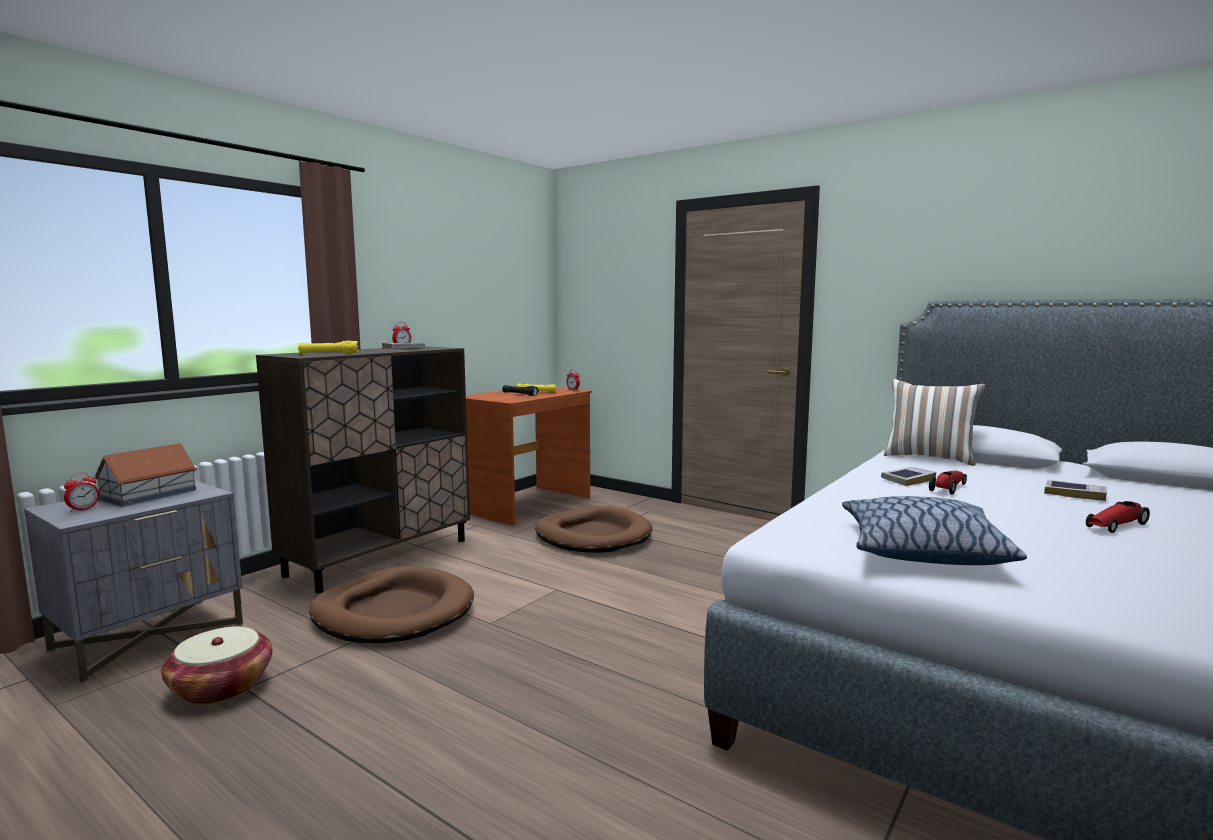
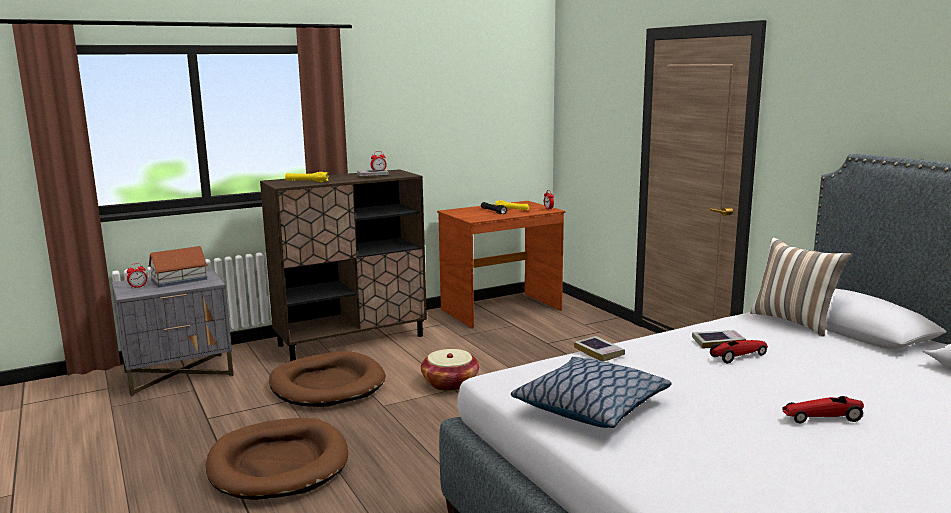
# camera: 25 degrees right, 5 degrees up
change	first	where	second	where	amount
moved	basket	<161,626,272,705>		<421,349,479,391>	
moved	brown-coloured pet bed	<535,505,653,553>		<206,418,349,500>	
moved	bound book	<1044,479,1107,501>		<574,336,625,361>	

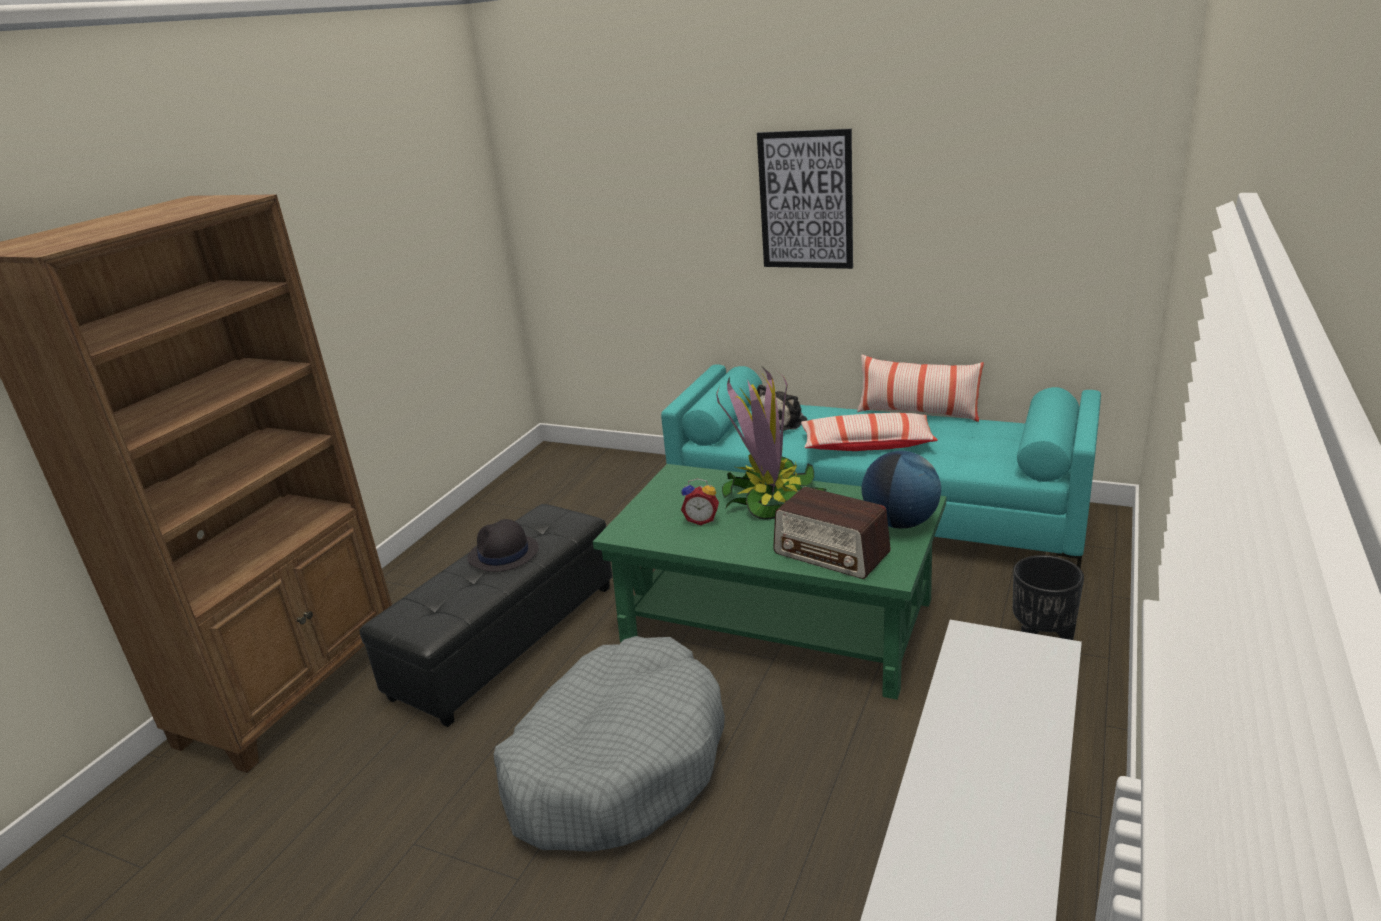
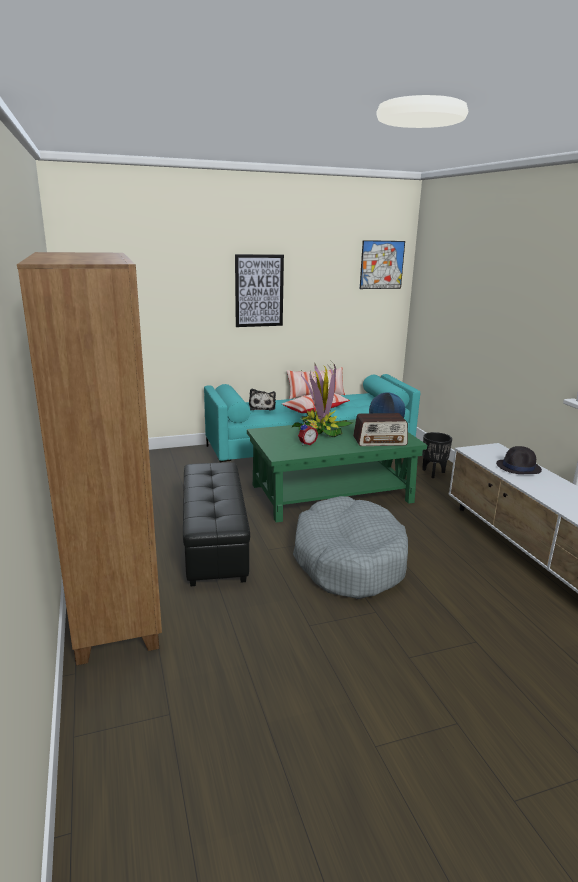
# camera: 45 degrees left, 5 degrees down
change	first	where	second	where	amount
moved	black-coloured wearable hat	<468,519,539,572>		<496,446,542,474>	
added			picture	<360,240,405,289>	

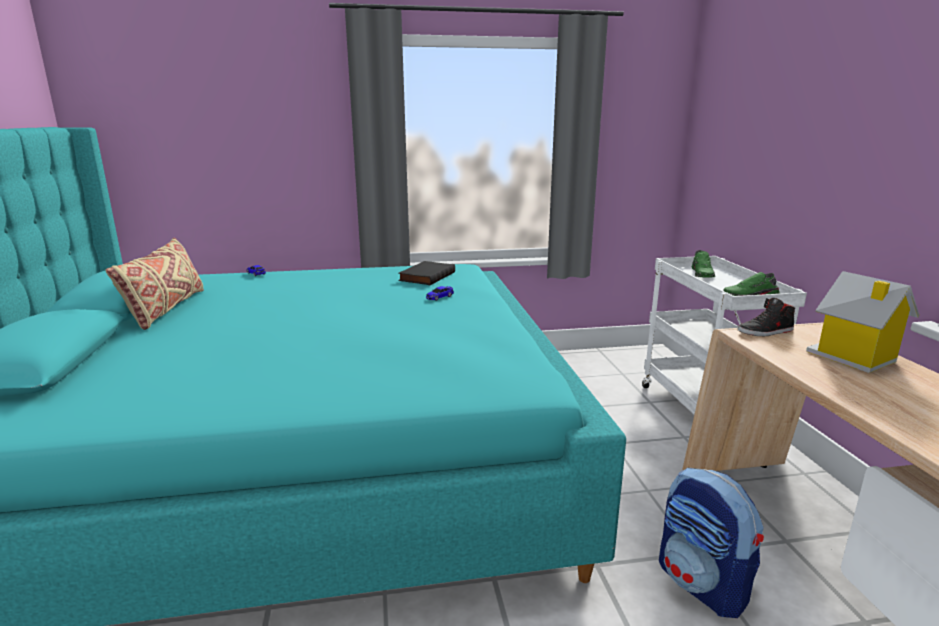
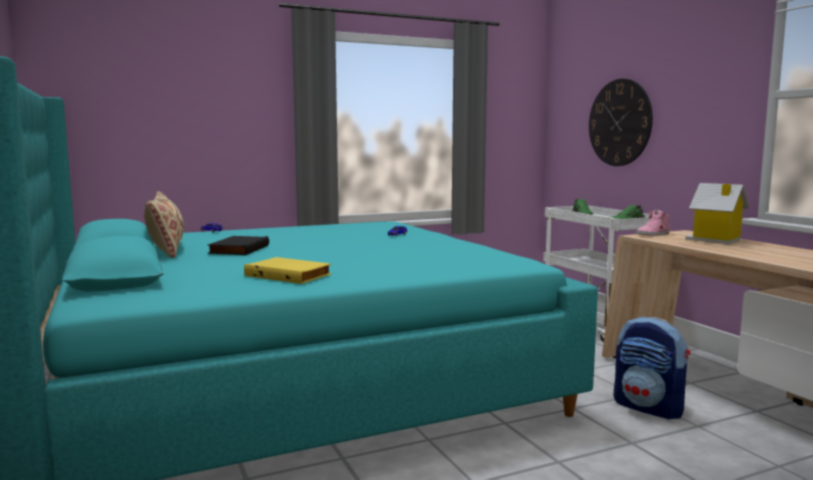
# camera: 15 degrees left, 10 degrees down
change	first	where	second	where	amount
moved	black-coloured bound book	<398,261,455,285>		<208,236,269,255>	
recoloured	black-coloured shoe	<738,298,795,336>	pinkish shoe	<636,210,670,236>	
added			yellowish bound book	<244,257,332,284>	
added			clock on the wall	<589,79,653,166>	

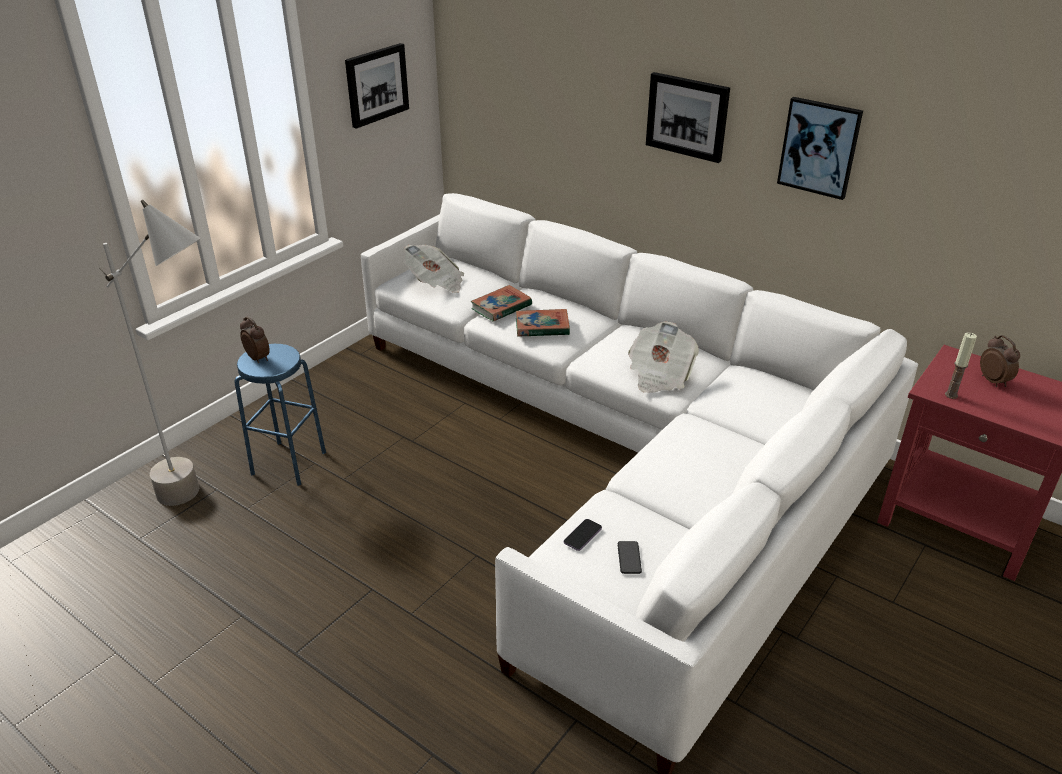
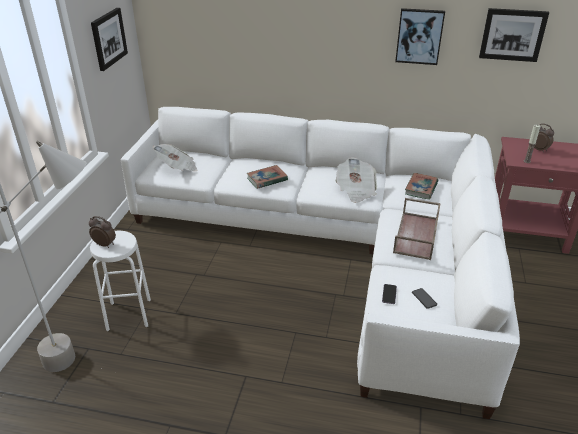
# camera: 25 degrees left, 0 degrees up
change	first	where	second	where	amount
recoloured	blue sitting stool	<234,344,326,486>	whitish sitting stool	<90,231,151,331>	
moved	bound book	<471,285,532,322>		<405,173,438,200>	
moved	picture	<646,72,730,163>		<479,8,549,62>	
added			brown-coloured tray	<393,198,441,260>	

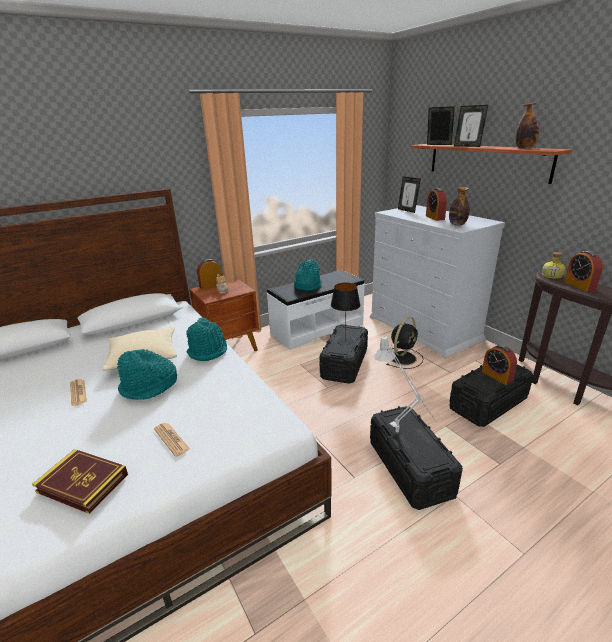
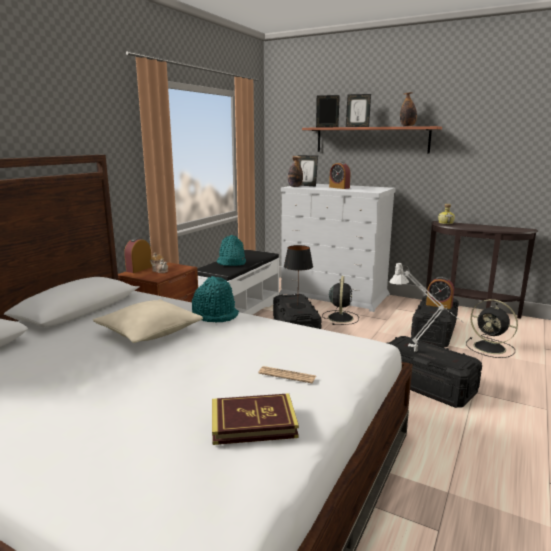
# camera: 30 degrees left, 10 degrees down
change	first	where	second	where	amount
removed	newspaper	<70,379,87,406>			
removed	turquoise wearable hat	<117,349,177,400>			
moved	beverage bottle	<449,187,469,226>		<288,156,303,187>	
removed	alarm clock	<564,251,603,292>			
added			black-coloured fan	<466,299,518,358>	

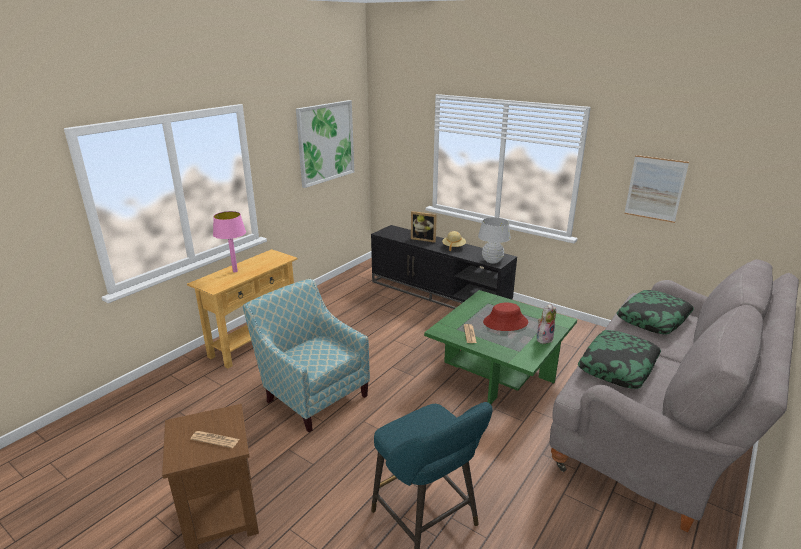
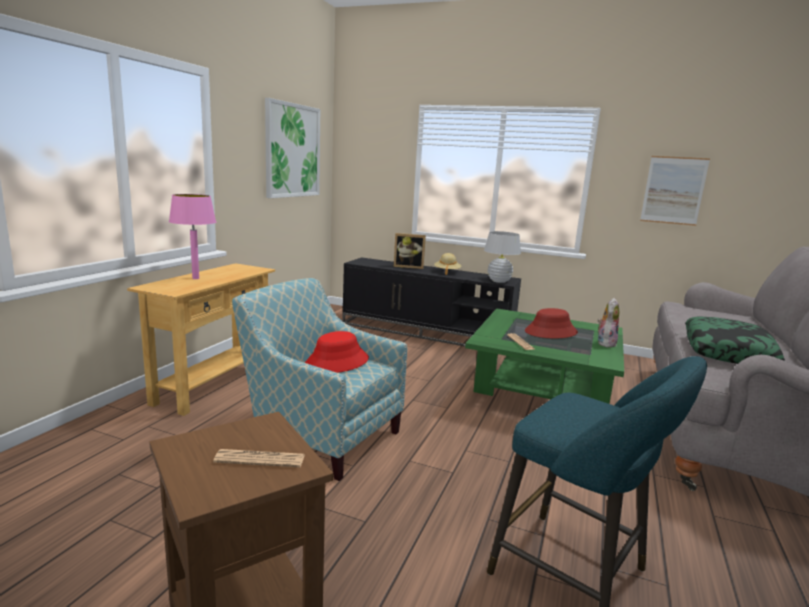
# camera: 15 degrees left, 10 degrees down
change	first	where	second	where	amount
removed	pillow	<617,290,694,335>			
added			red wearable hat	<305,331,369,373>	

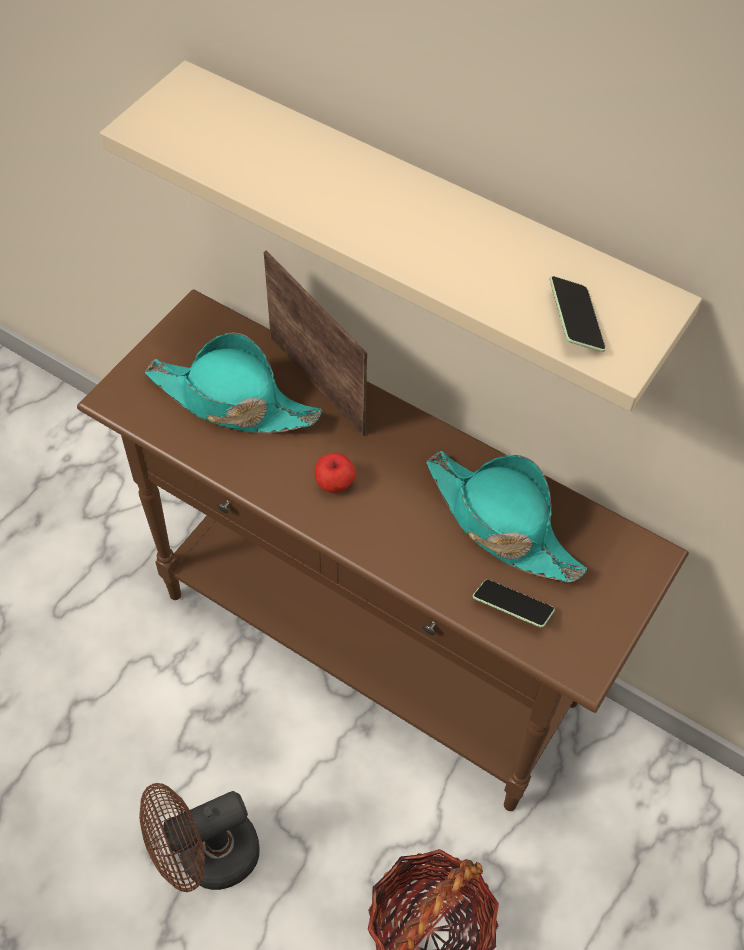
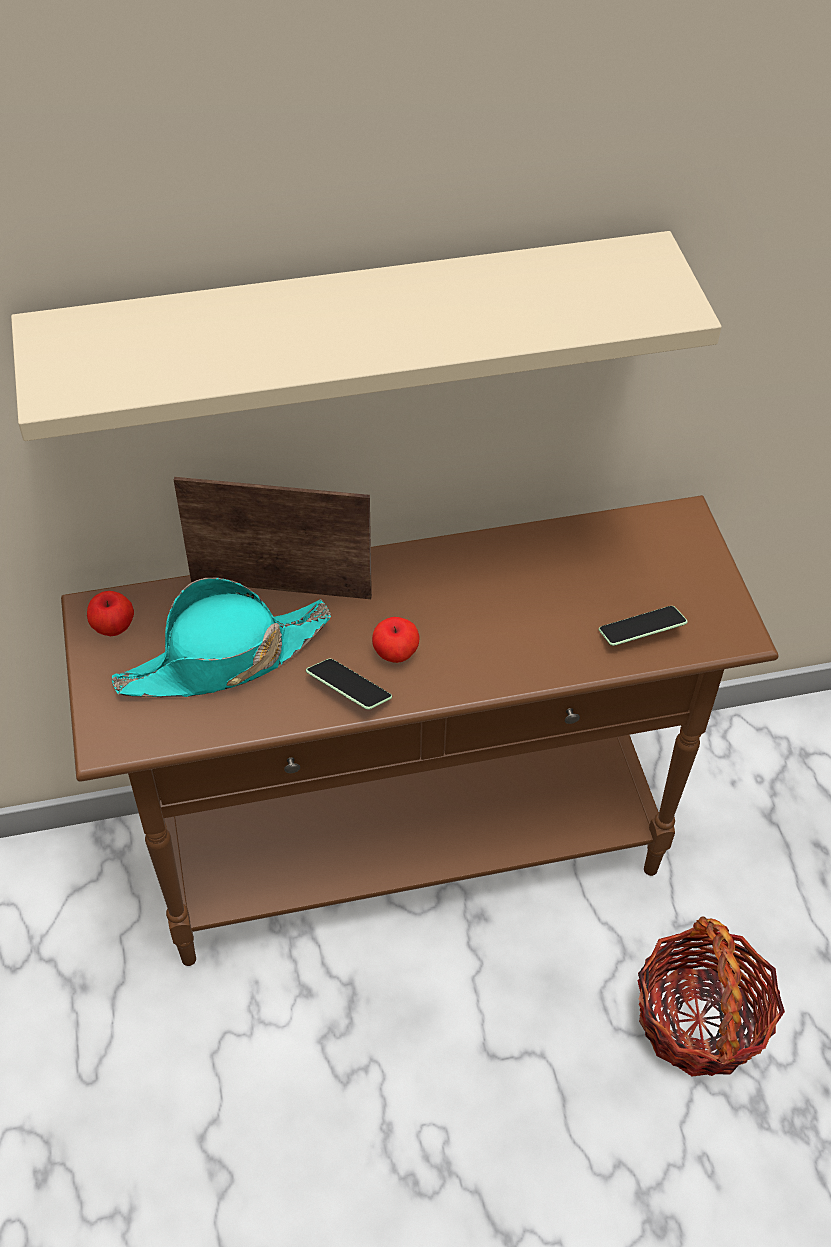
# camera: 45 degrees left, 5 degrees down
change	first	where	second	where	amount
removed	brown-coloured fan	<139,783,259,892>			
removed	turquoise wearable hat	<426,451,587,582>			
moved	phone	<549,276,606,352>		<306,659,392,710>	
added			whole apple	<87,591,134,636>	

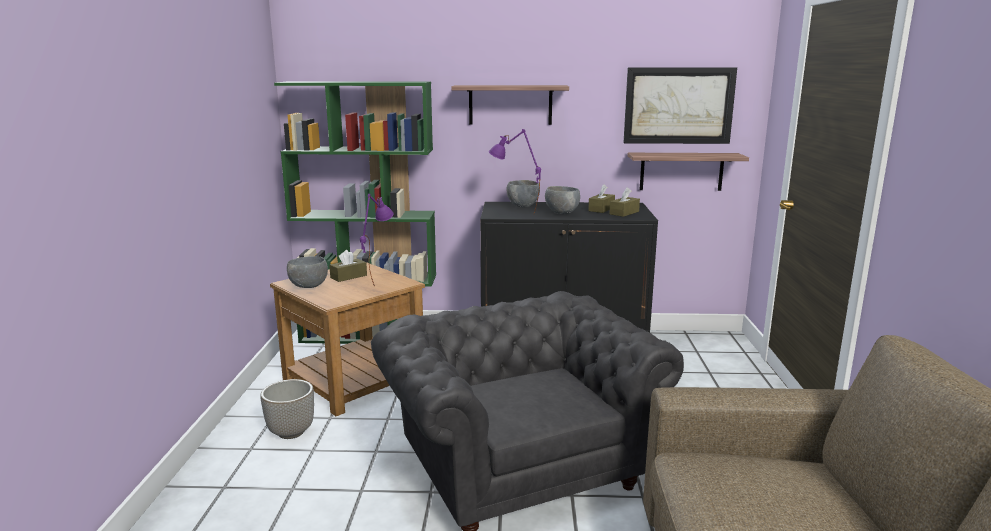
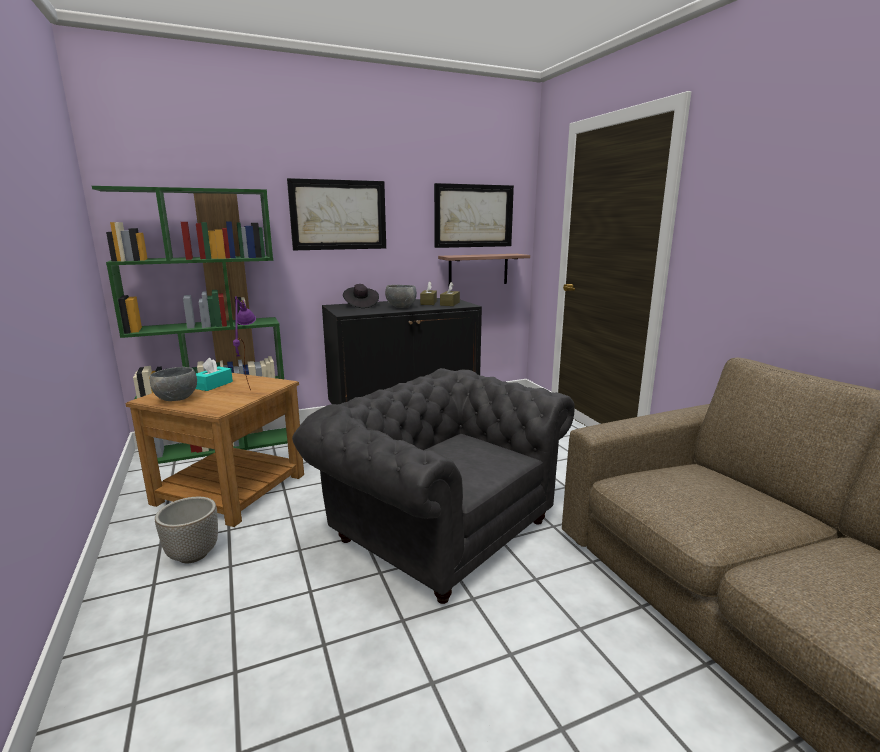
# camera: 25 degrees left, 0 degrees up
change	first	where	second	where	amount
recoloured	brown-coloured box of tissues	<329,250,367,282>	turquoise box of tissues	<196,358,233,391>	
replaced	shelf	<451,85,569,125>	picture	<287,178,386,250>	
removed	purplish tabletop lamp	<489,129,541,214>			
replaced	gray bowl	<506,180,540,207>	black-coloured wearable hat	<343,284,379,308>	

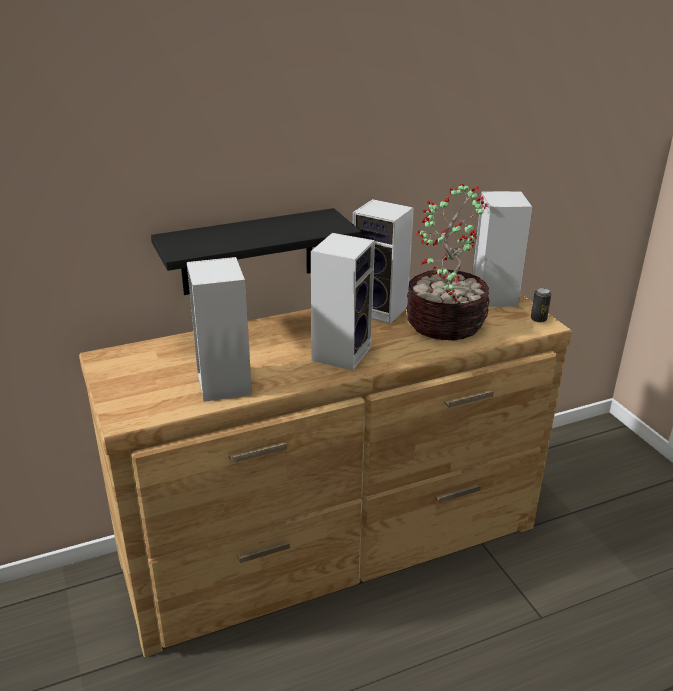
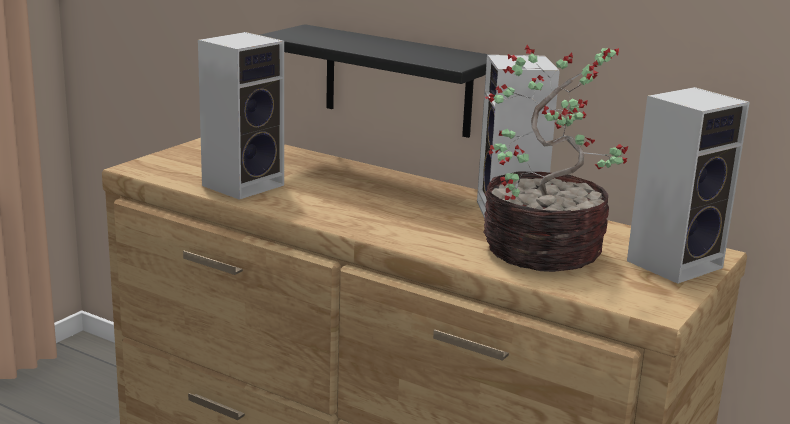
# camera: 55 degrees right, 10 degrees down
change	first	where	second	where	amount
removed	speaker	<311,233,375,371>			
removed	metal can	<531,288,551,323>			

